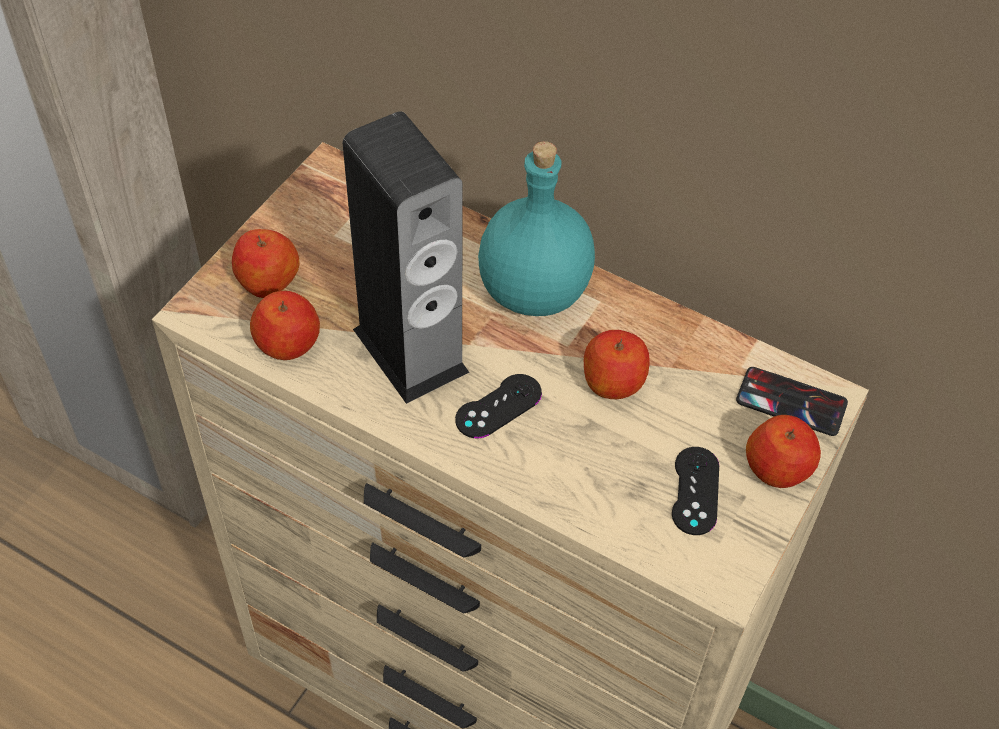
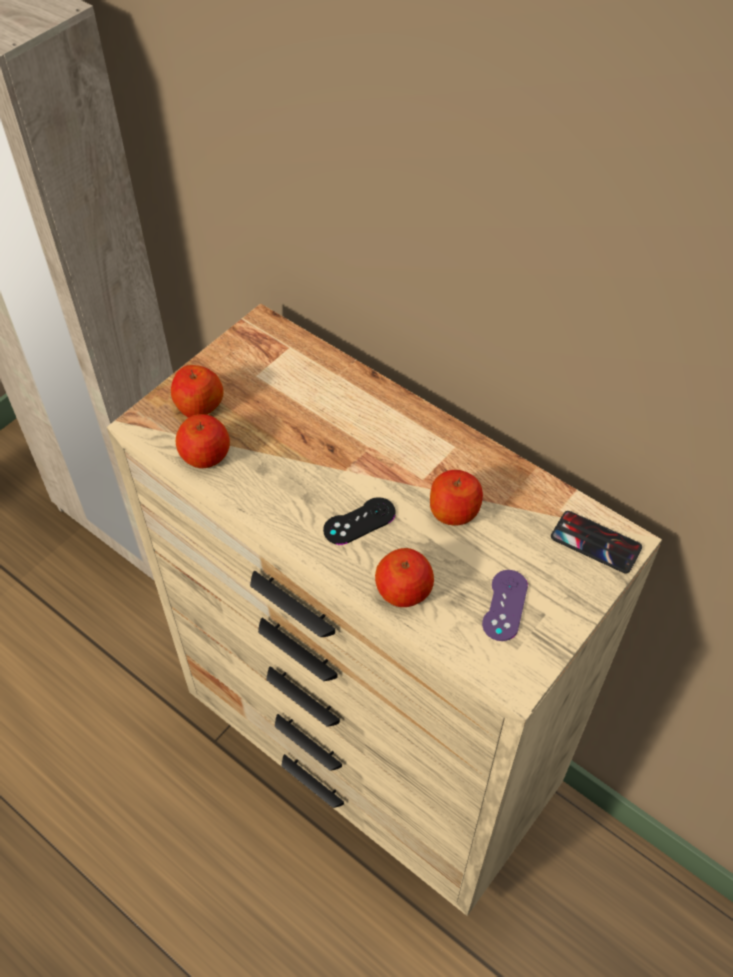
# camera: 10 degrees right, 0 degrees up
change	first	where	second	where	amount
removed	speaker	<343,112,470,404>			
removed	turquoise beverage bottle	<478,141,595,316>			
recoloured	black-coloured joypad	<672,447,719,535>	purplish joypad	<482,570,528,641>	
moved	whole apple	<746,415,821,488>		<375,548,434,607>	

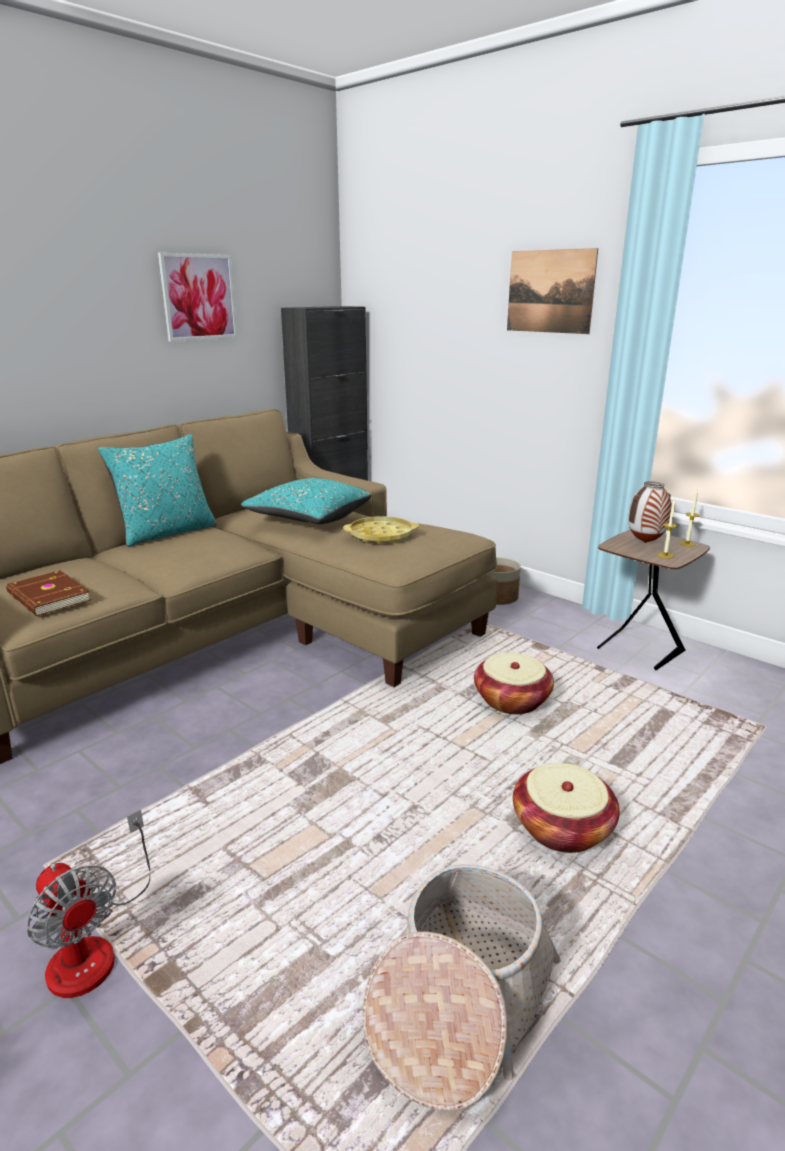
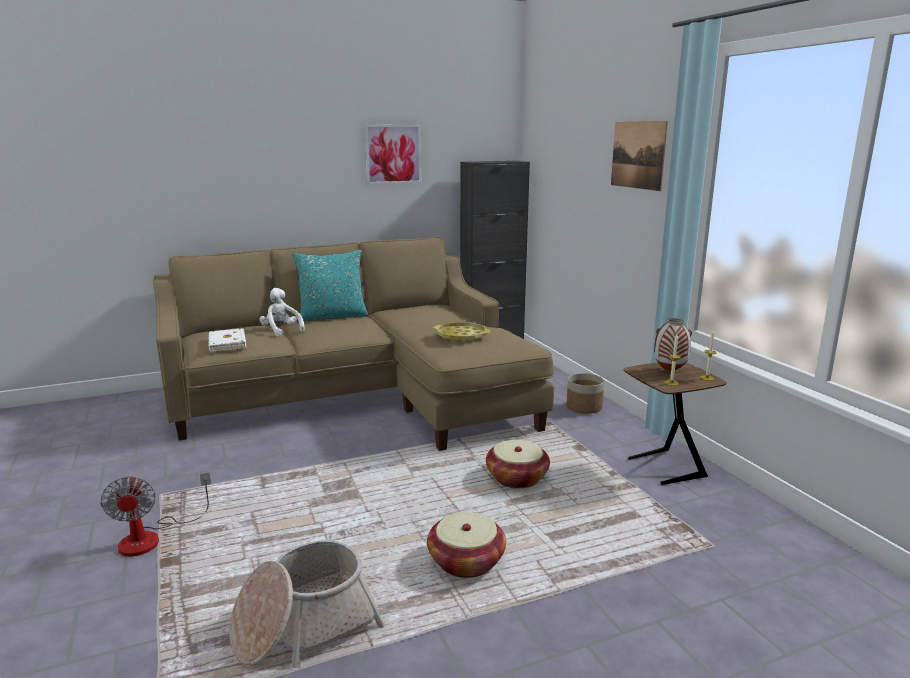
# camera: 25 degrees right, 5 degrees down
change	first	where	second	where	amount
recoloured	brown-coloured bound book	<6,570,91,616>	whitish bound book	<208,328,246,352>	
removed	turquoise pillow	<241,478,372,524>			
added			whitish plush toy	<259,288,305,337>	

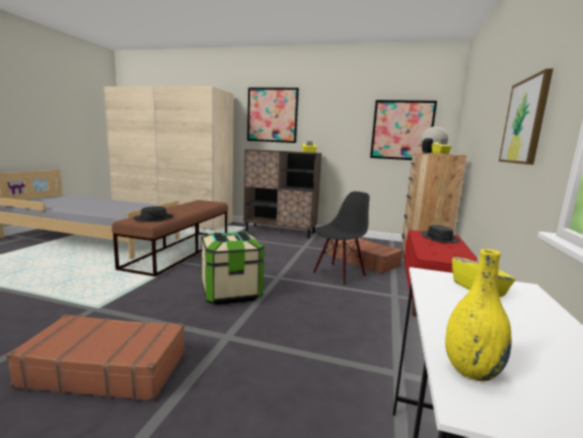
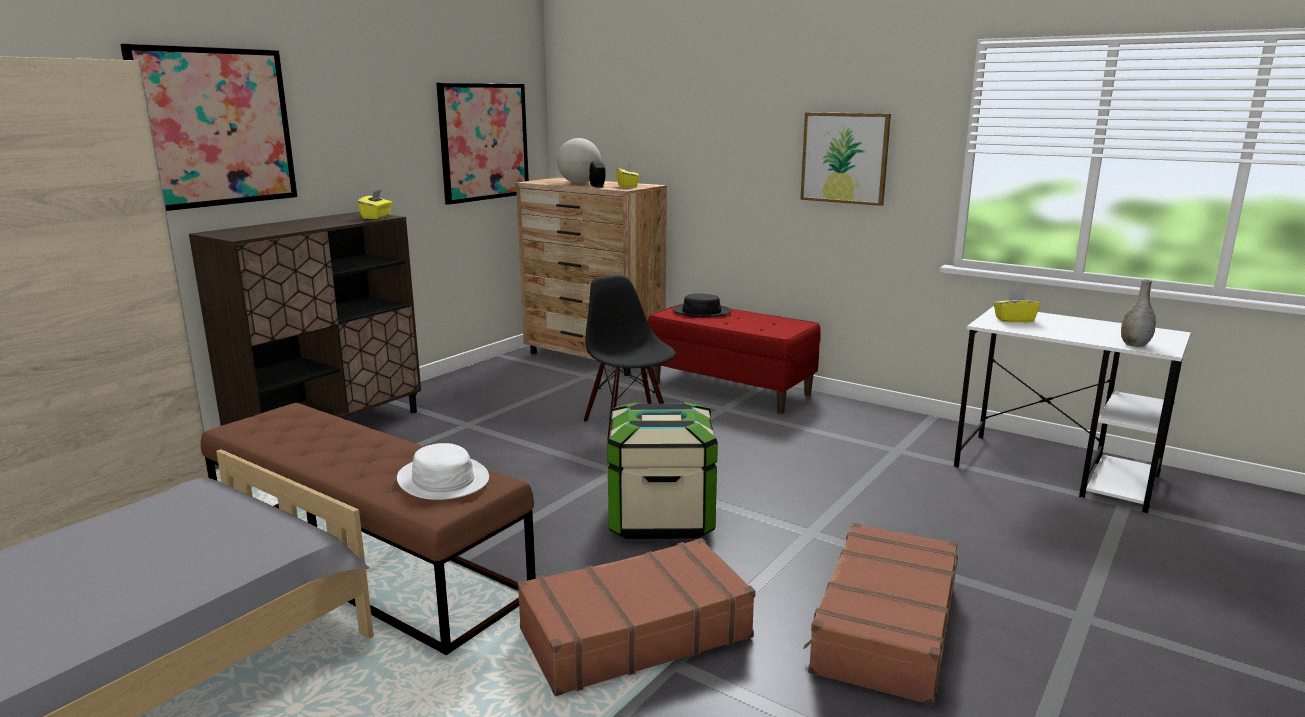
# camera: 70 degrees left, 5 degrees up
change	first	where	second	where	amount
recoloured	black-coloured wearable hat	<133,206,174,222>	whitish wearable hat	<397,443,489,500>	
moved	brown-coloured piece of luggage	<328,238,403,274>		<518,538,755,696>	
recoloured	yellowish vase	<445,249,512,382>	gray vase	<1121,279,1156,347>	

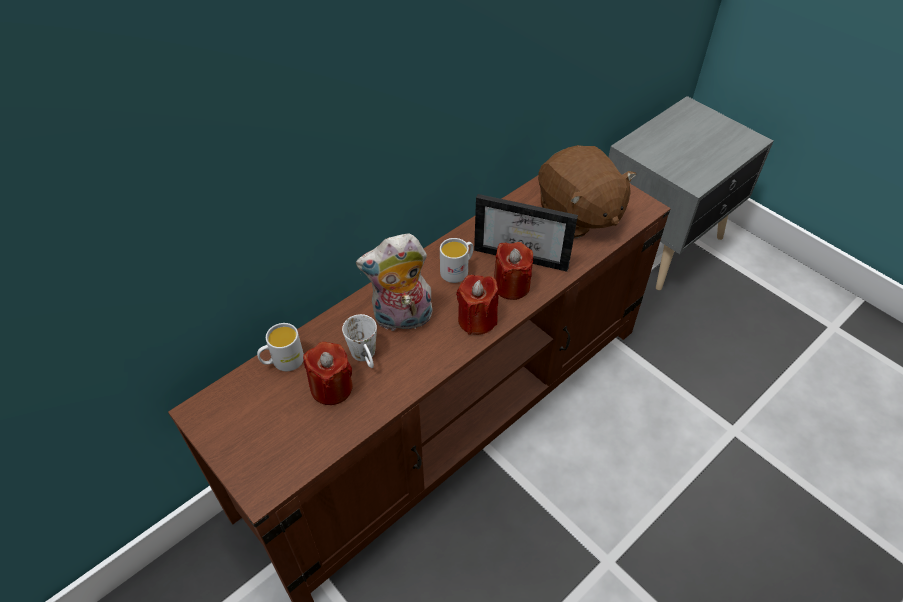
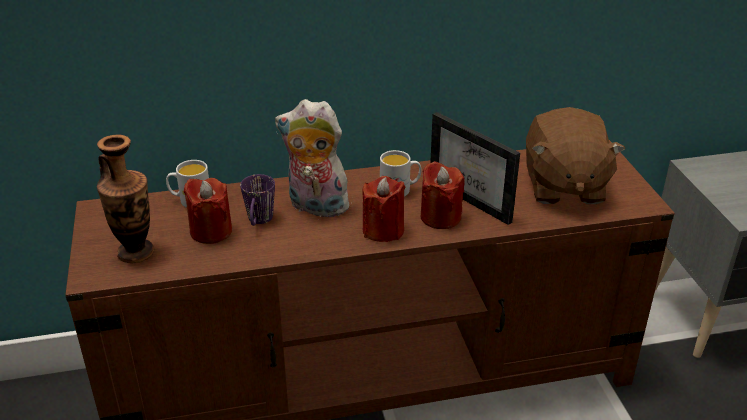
# camera: 30 degrees right, 15 degrees down
change	first	where	second	where	amount
recoloured	whitish tea mug	<342,314,377,368>	purplish tea mug	<240,174,275,226>	
added			vase	<97,134,154,263>	

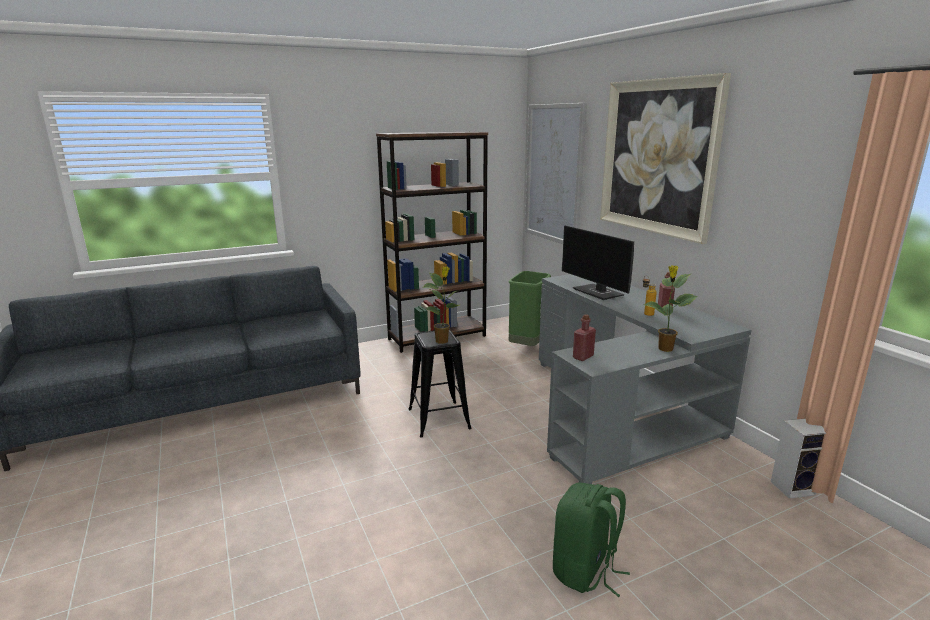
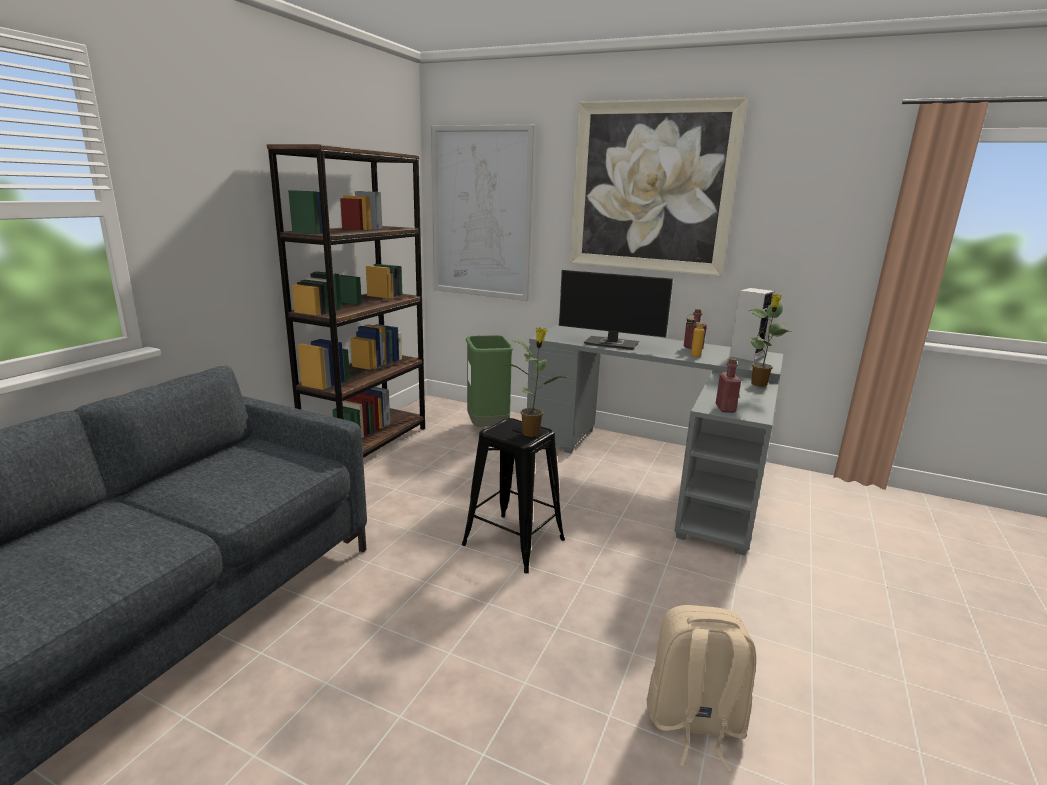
# camera: 40 degrees left, 0 degrees up
change	first	where	second	where	amount
removed	greenish backpack	<553,482,630,597>			
moved	speaker	<771,419,826,499>		<729,288,775,361>	
added			beige-coloured backpack	<646,605,756,773>	

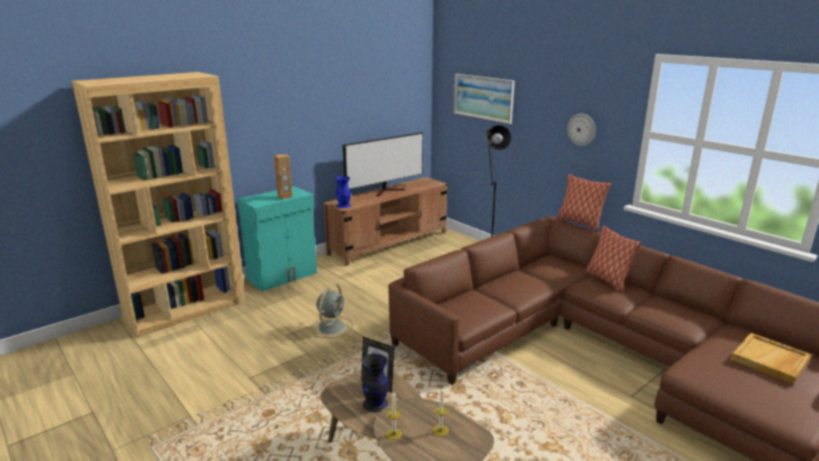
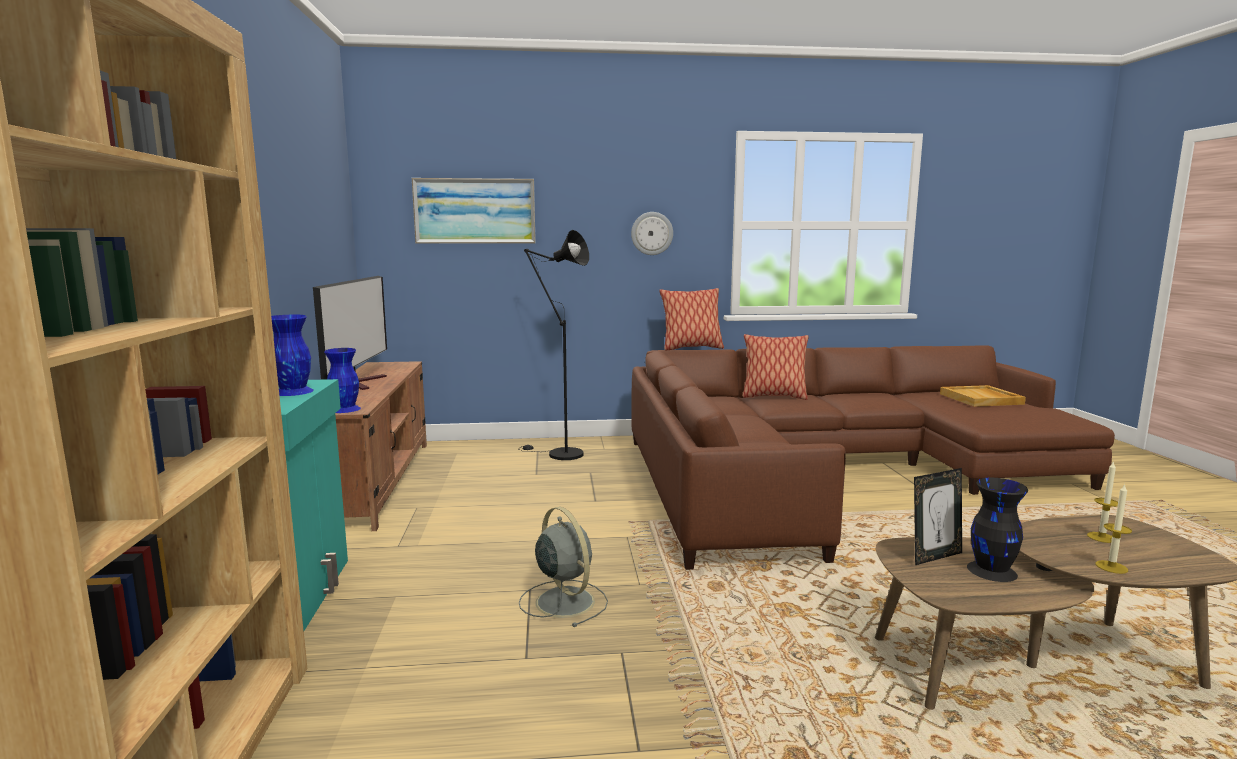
# camera: 55 degrees left, 10 degrees down
change	first	where	second	where	amount
replaced	brown-coloured speaker	<274,154,292,199>	blue vase	<271,315,314,396>	

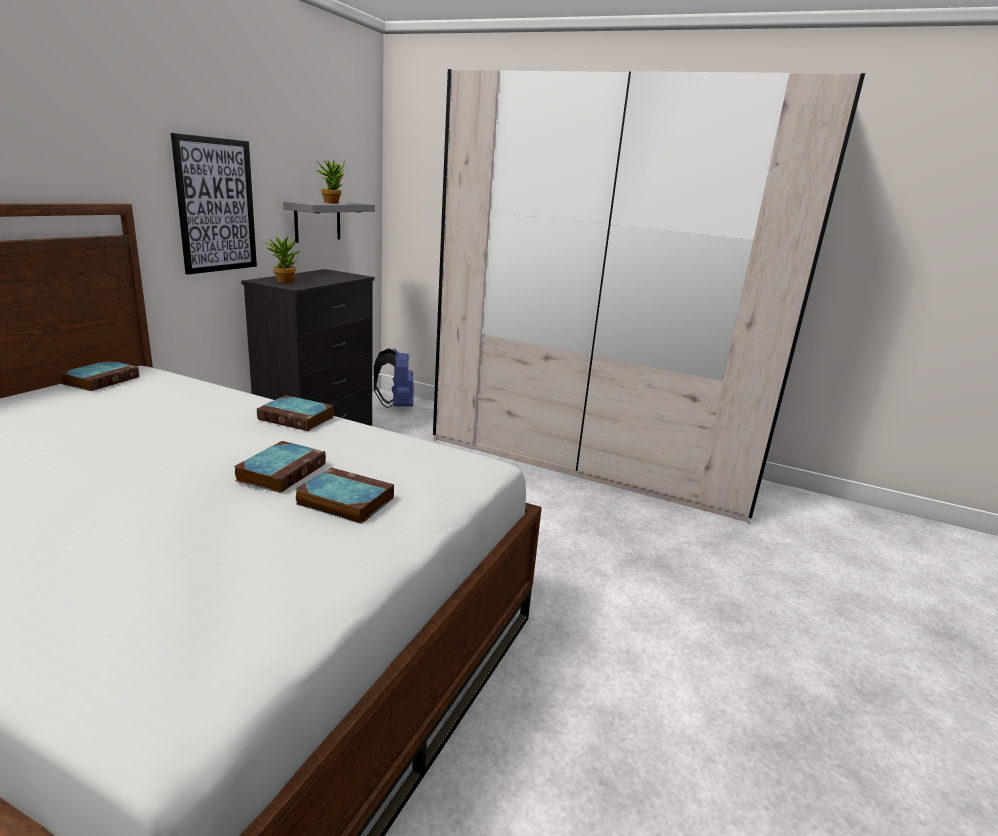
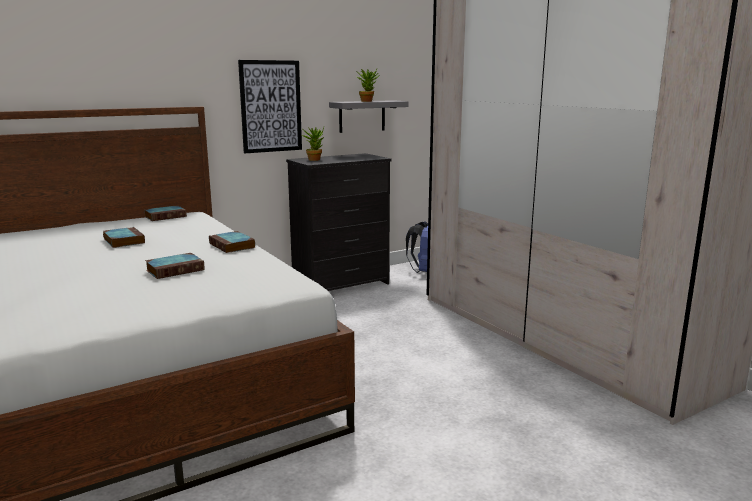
# camera: 35 degrees right, 5 degrees down
change	first	where	second	where	amount
moved	bound book	<295,467,394,524>		<103,227,145,248>	

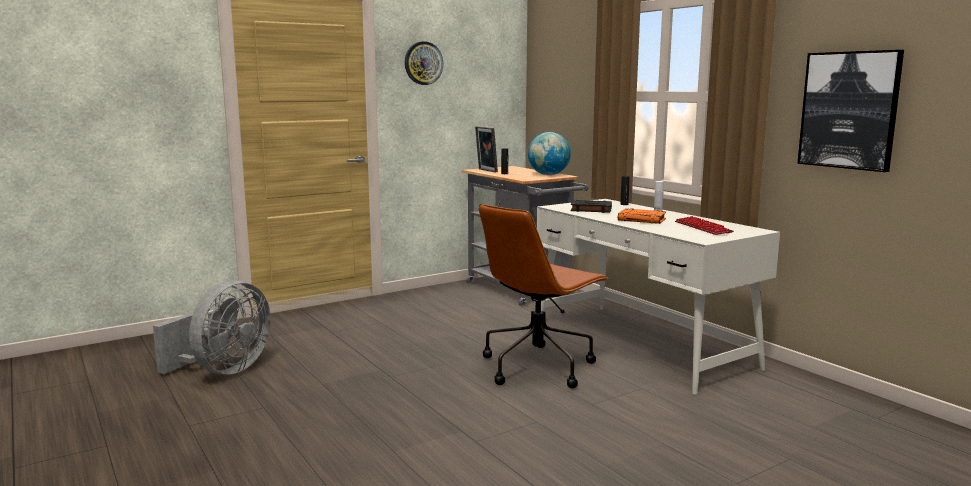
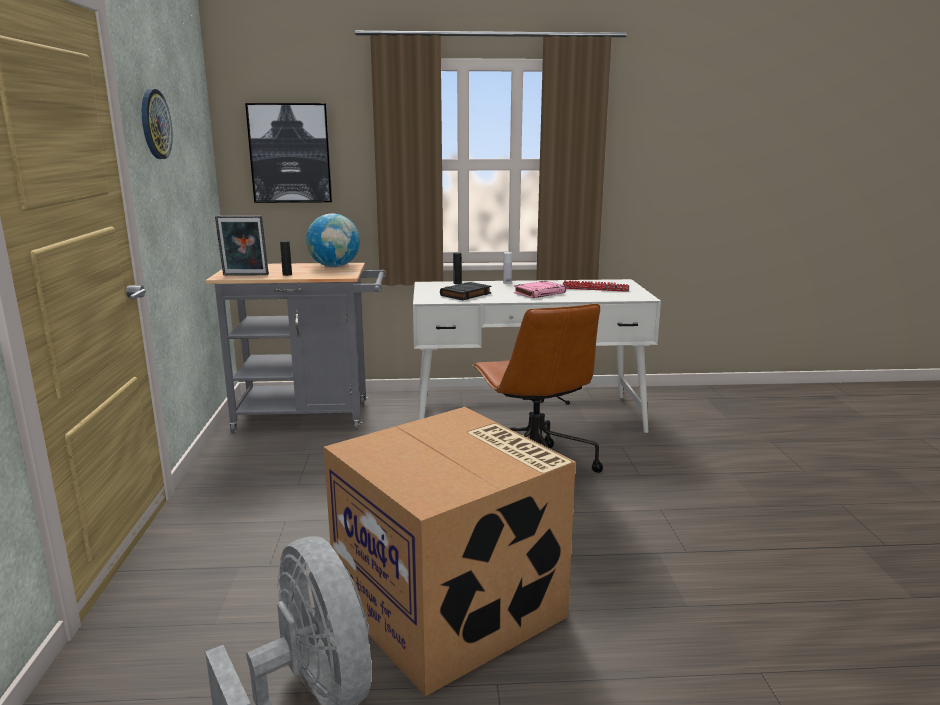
# camera: 60 degrees left, 5 degrees up
change	first	where	second	where	amount
recoloured	orange-coloured bound book	<618,209,666,224>	pinkish bound book	<514,281,566,298>	
moved	picture	<797,50,904,172>		<245,103,332,203>	
added			cardboard box	<324,407,576,697>	

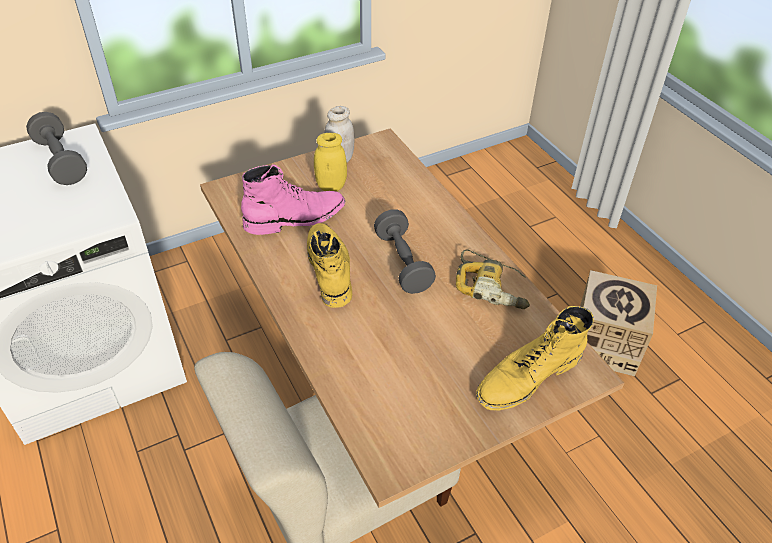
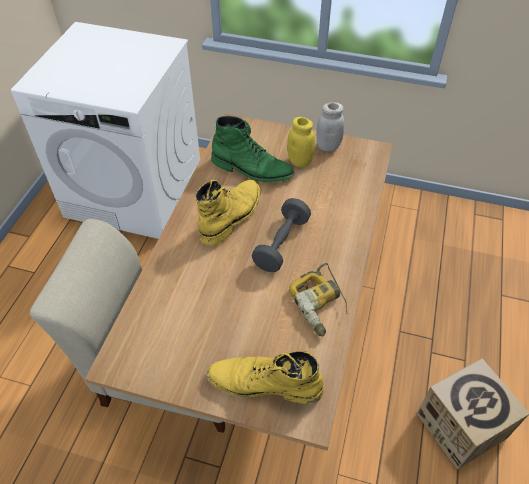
# camera: 45 degrees right, 5 degrees up
change	first	where	second	where	amount
removed	gray dumbbell	<26,112,87,185>			
recoloured	pinkish boot	<241,164,345,235>	greenish boot	<211,116,295,183>	

